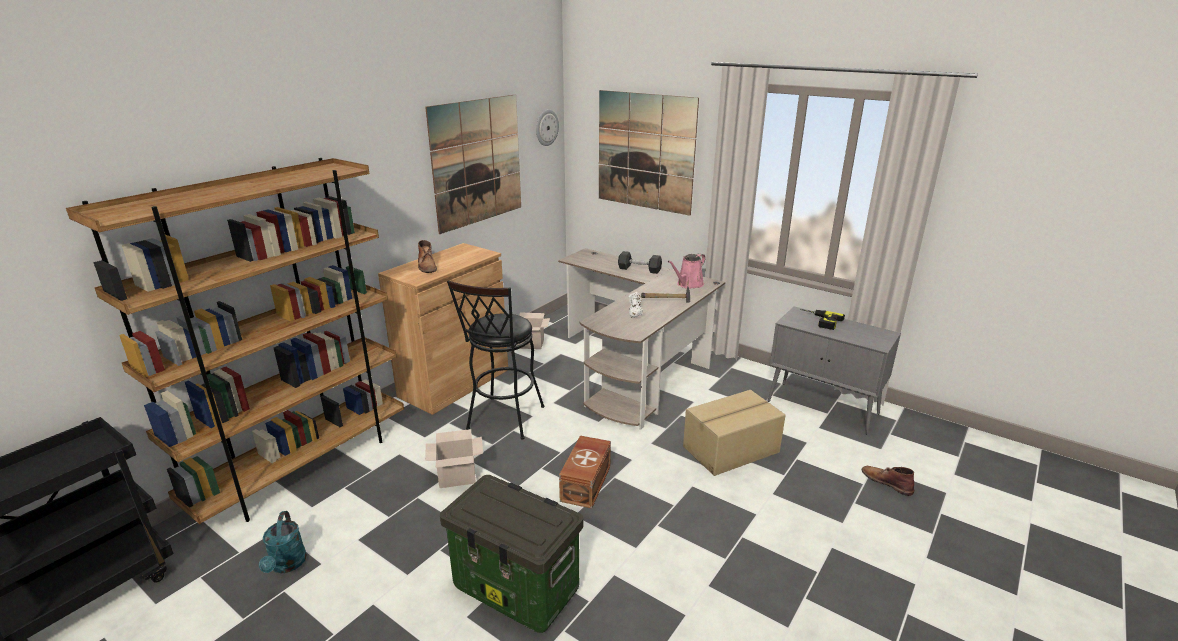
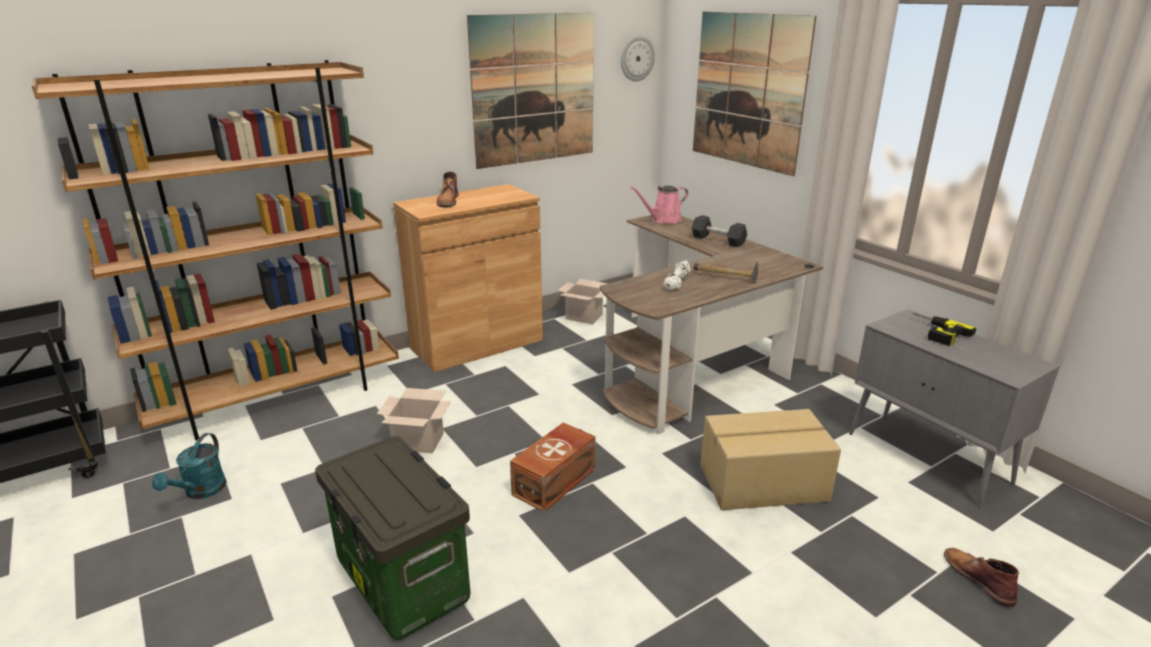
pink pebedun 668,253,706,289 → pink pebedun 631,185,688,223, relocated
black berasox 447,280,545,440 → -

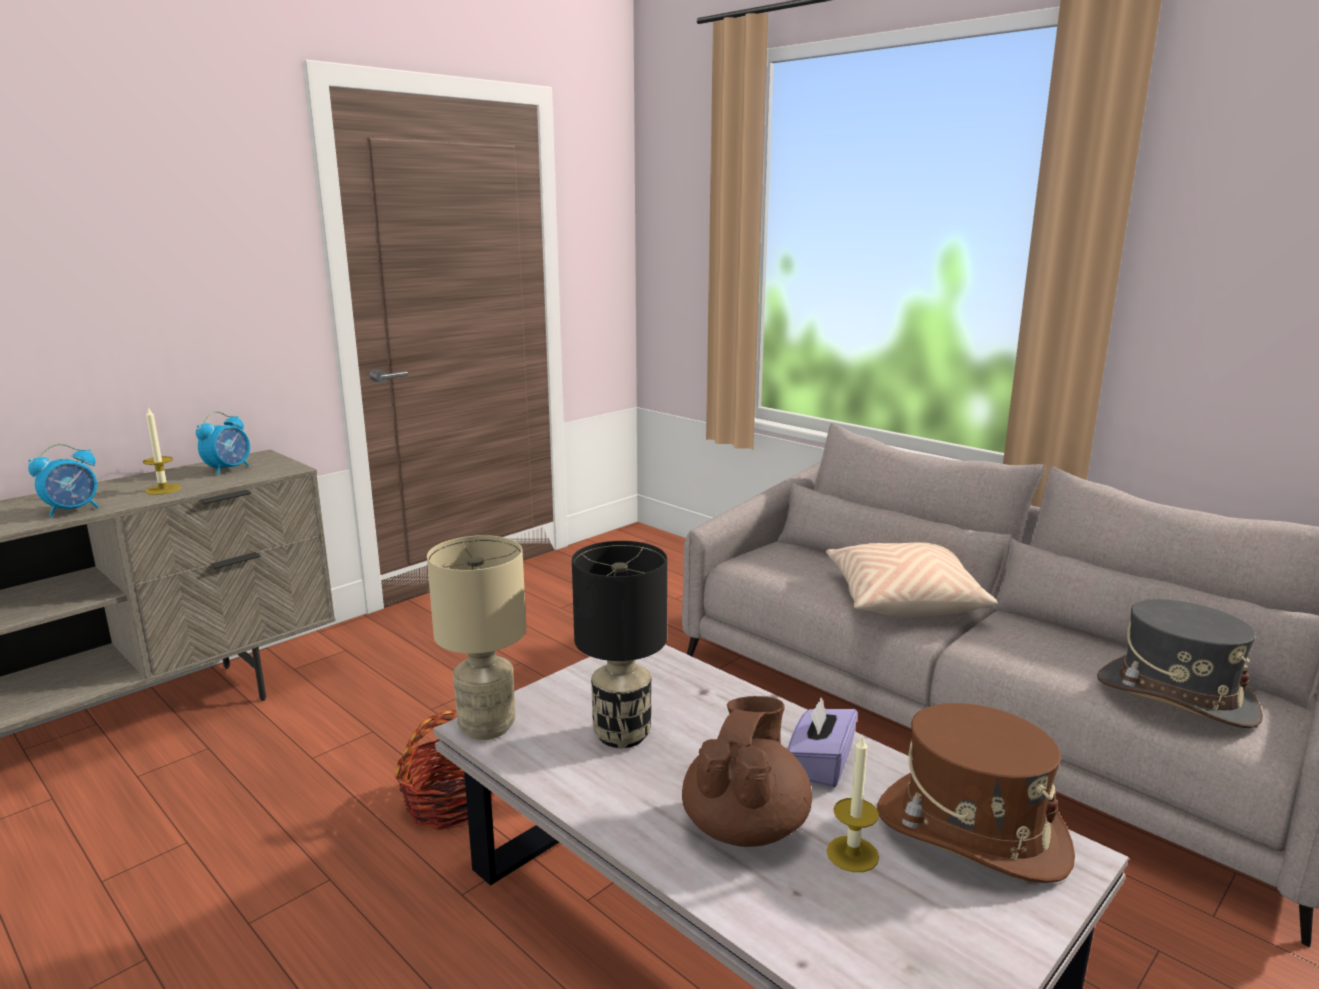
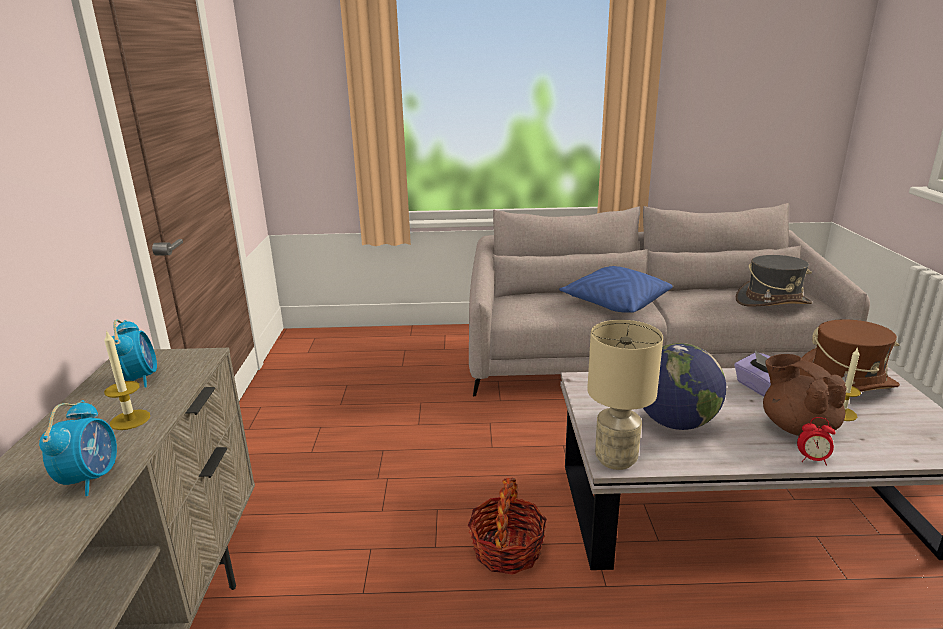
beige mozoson 826,542,998,617 → blue mozoson 559,266,673,313
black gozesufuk 572,541,667,748 → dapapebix 643,343,726,430
- → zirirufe 797,417,836,466

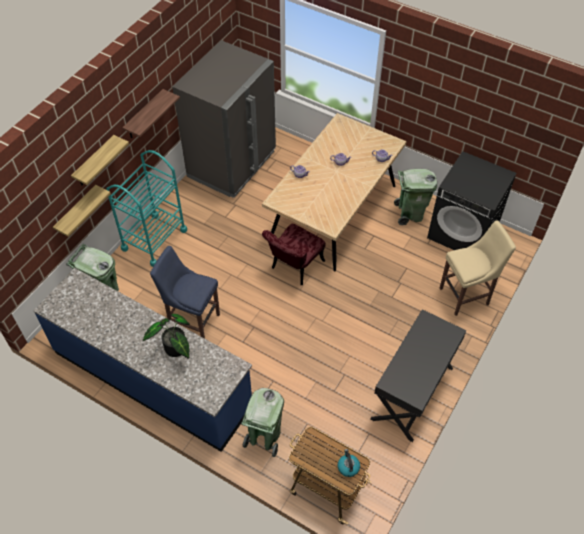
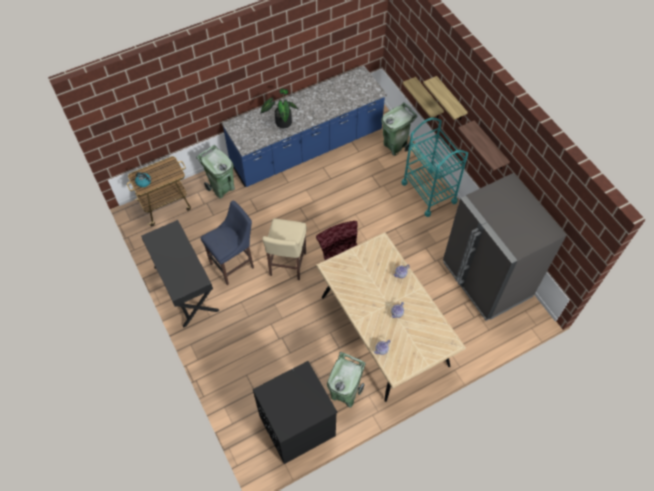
blue berasox 150,246,220,339 → blue berasox 201,201,254,285, relocated
beige berasox 440,221,516,316 → beige berasox 262,218,307,280, relocated

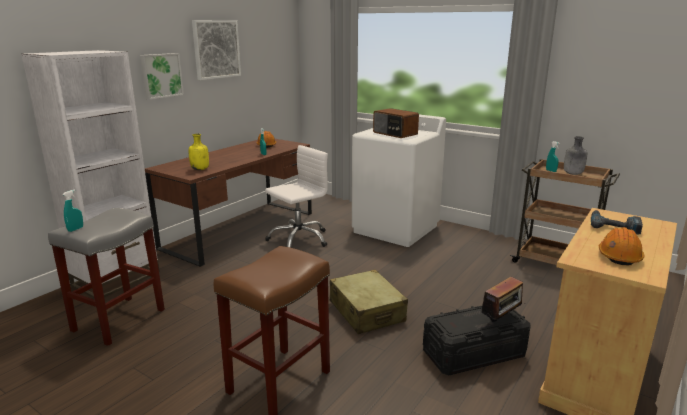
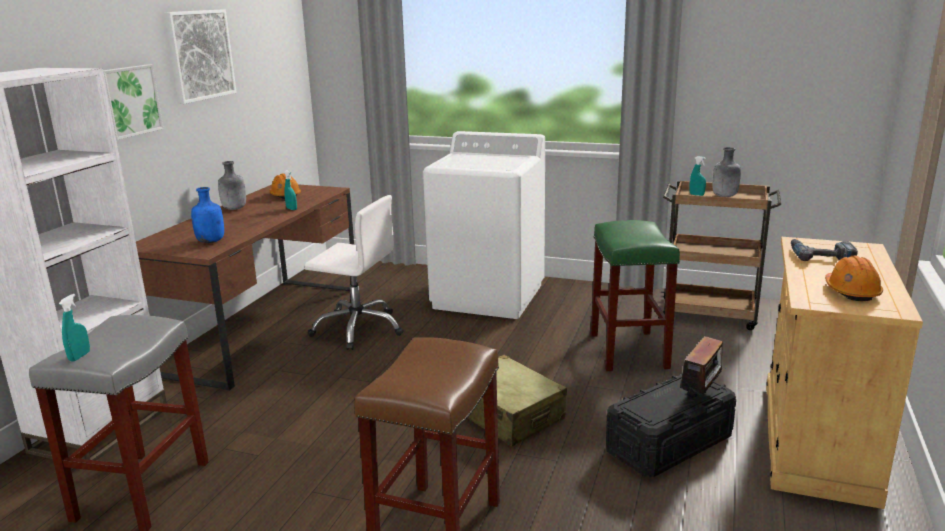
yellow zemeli 188,134,209,170 → blue zemeli 191,187,224,243
- → grey zemeli 218,161,246,210
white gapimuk 265,145,328,248 → white gapimuk 304,195,404,350, 75 degrees clockwise
- → green berasox 591,220,680,371
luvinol 373,108,419,138 → -

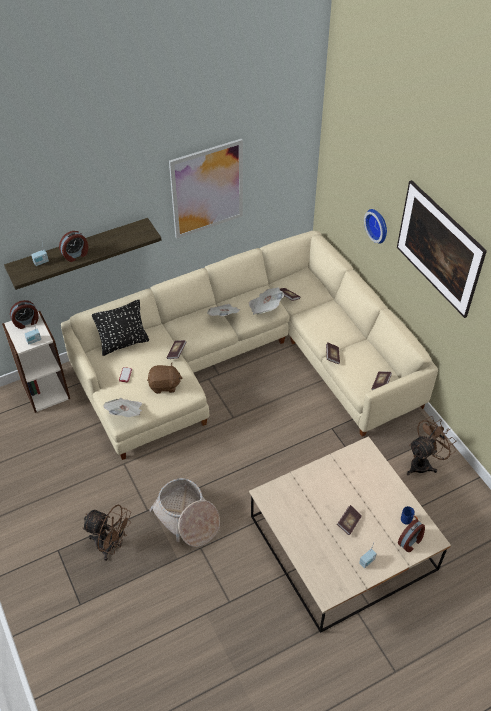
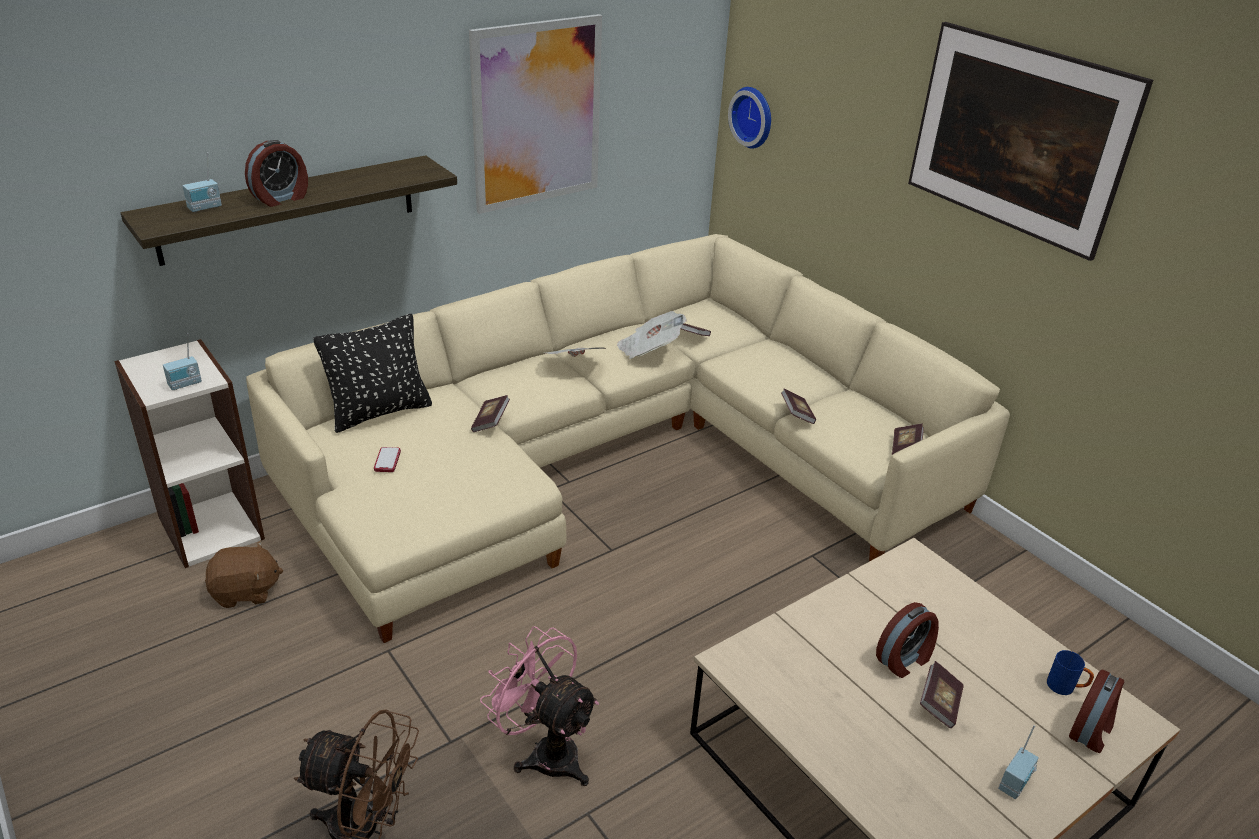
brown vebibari 147,363,183,394 → brown vebibari 205,540,283,608, relocated
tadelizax 149,478,220,547 → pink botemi 480,626,599,786
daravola 364,209,387,244 → daravola 728,87,771,149, relocated
zirirufe 10,300,39,329 → zirirufe 876,602,939,678, relocated
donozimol 104,398,142,417 → -
brown botemi 407,416,456,475 → -

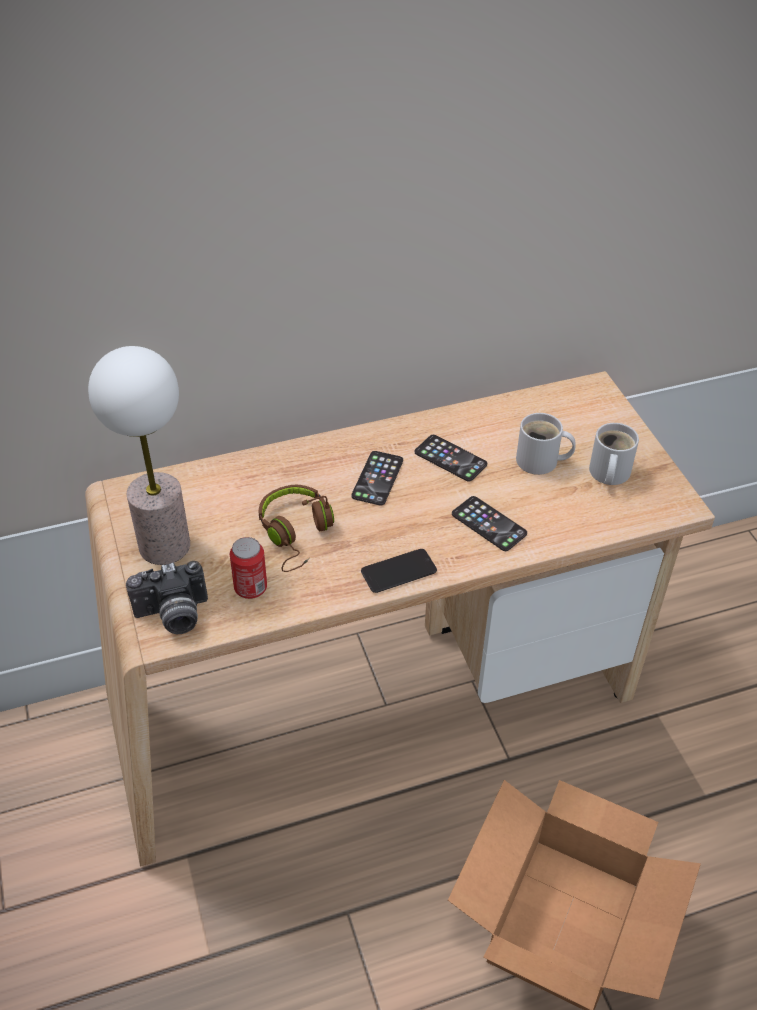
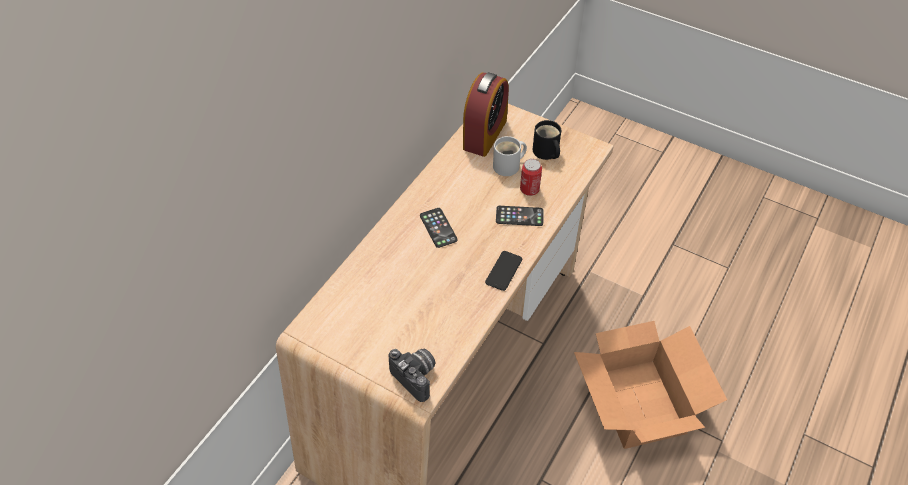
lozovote 126,561,208,634 → lozovote 389,349,436,402, 75 degrees counterclockwise
- → zirirufe 463,72,509,157
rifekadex 230,537,267,599 → rifekadex 520,159,542,196, relocated
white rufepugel 589,423,639,485 → black rufepugel 533,120,561,160
gozesufuk 88,346,190,565 → -
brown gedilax 259,485,334,572 → -
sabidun 415,435,487,482 → -

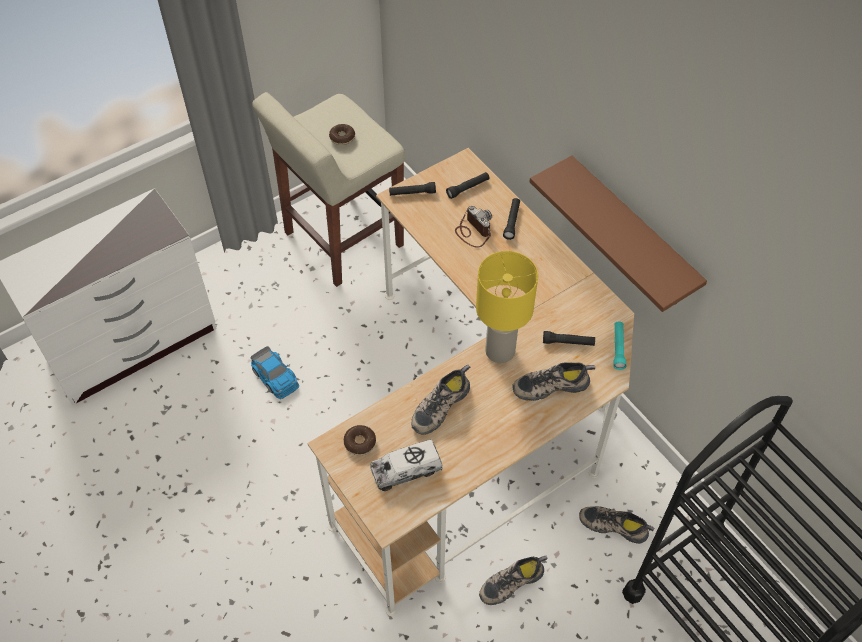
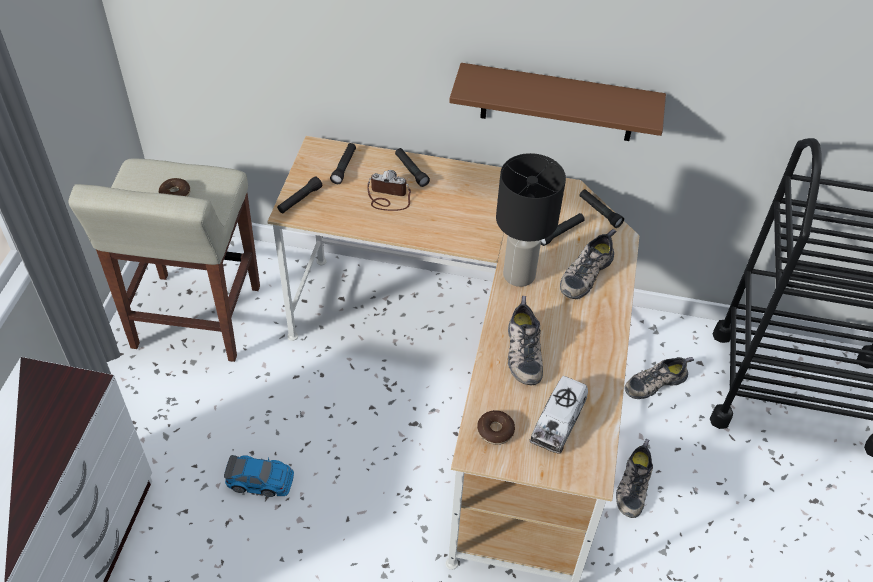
yellow gozesufuk 476,251,538,363 → black gozesufuk 496,153,566,287
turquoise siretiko 613,321,626,370 → black siretiko 580,189,624,228

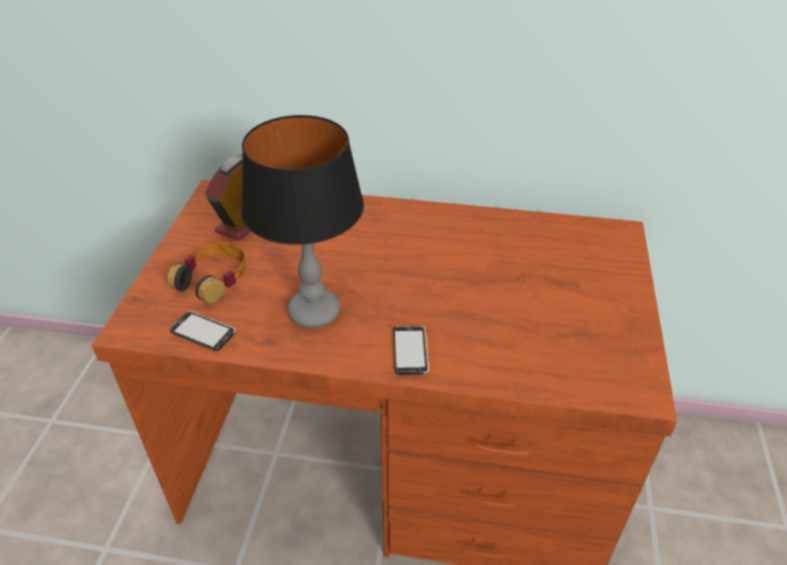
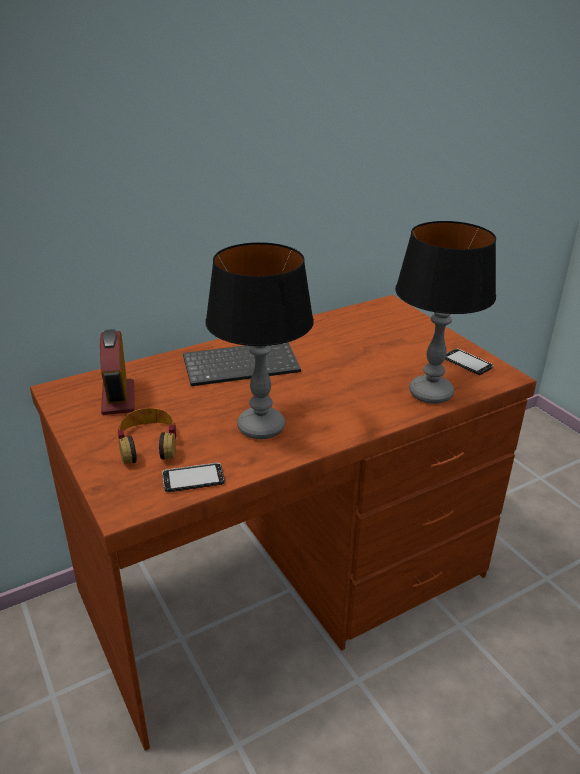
- → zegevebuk 183,342,301,386
- → gozesufuk 395,221,496,404
sabidun 393,326,429,375 → sabidun 445,349,494,375, relocated

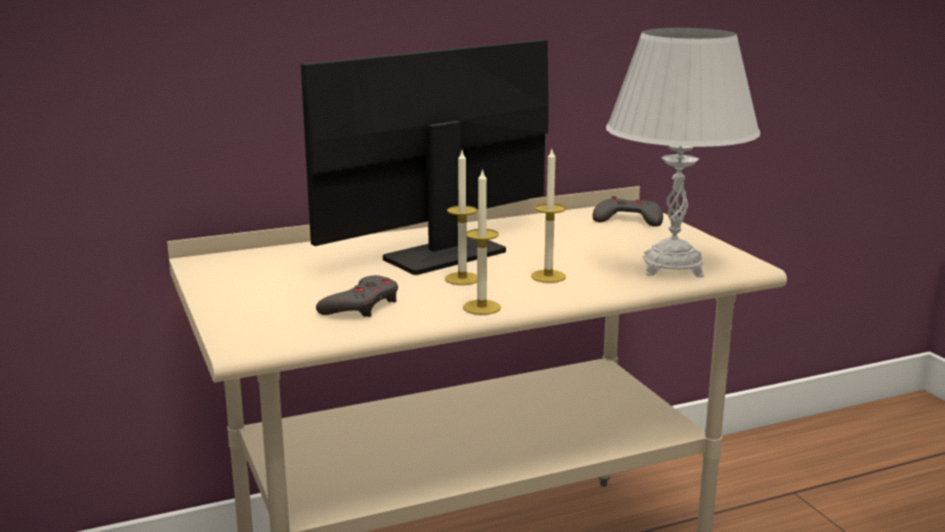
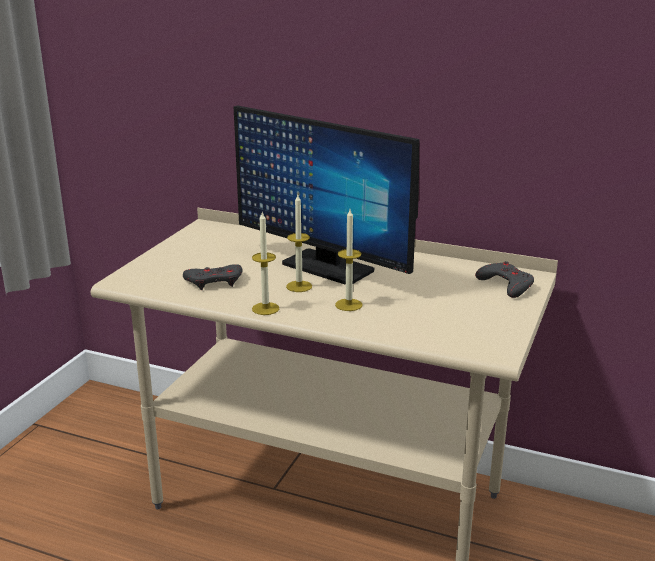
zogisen 301,40,549,275 → zogisen 234,106,419,285, 150 degrees counterclockwise
white gozesufuk 606,28,760,277 → -

